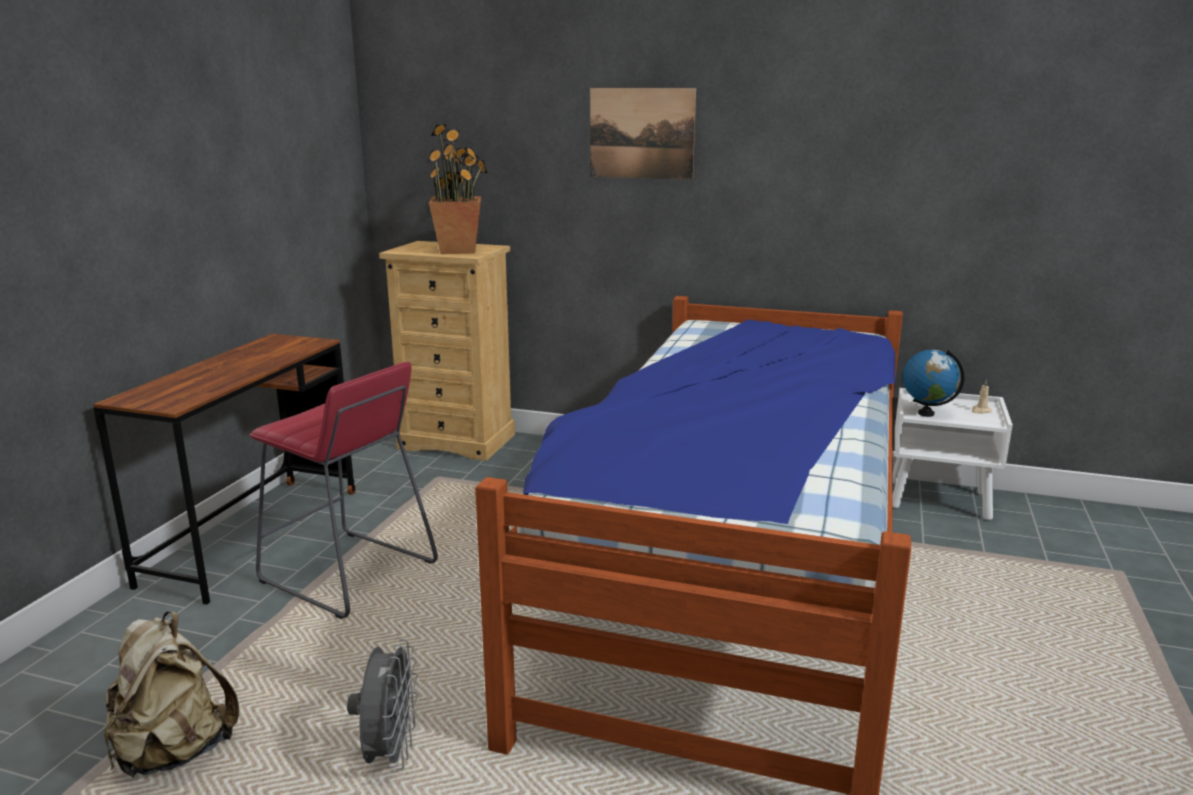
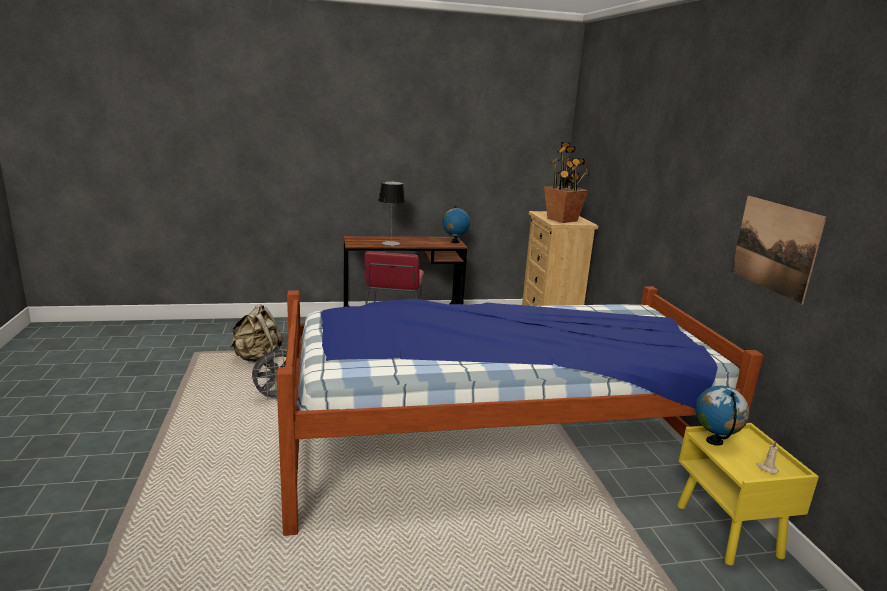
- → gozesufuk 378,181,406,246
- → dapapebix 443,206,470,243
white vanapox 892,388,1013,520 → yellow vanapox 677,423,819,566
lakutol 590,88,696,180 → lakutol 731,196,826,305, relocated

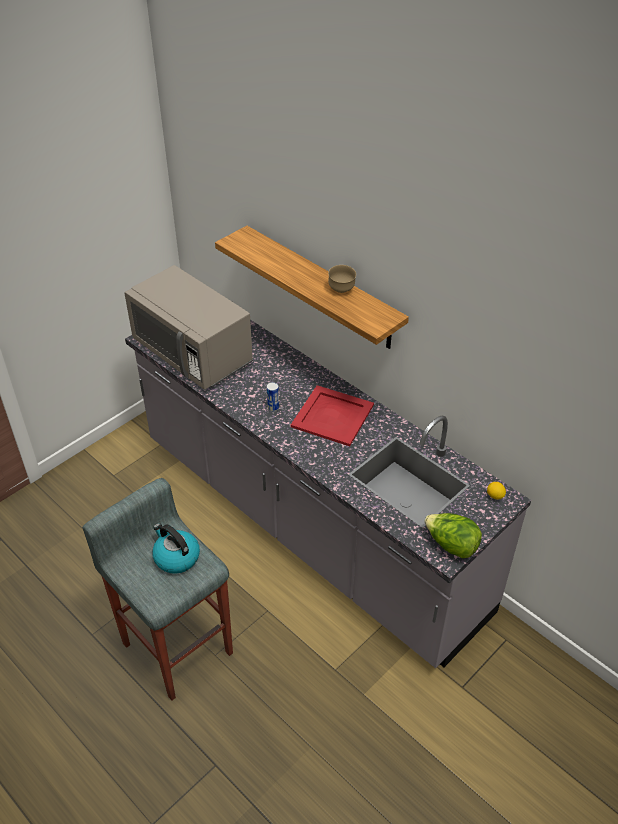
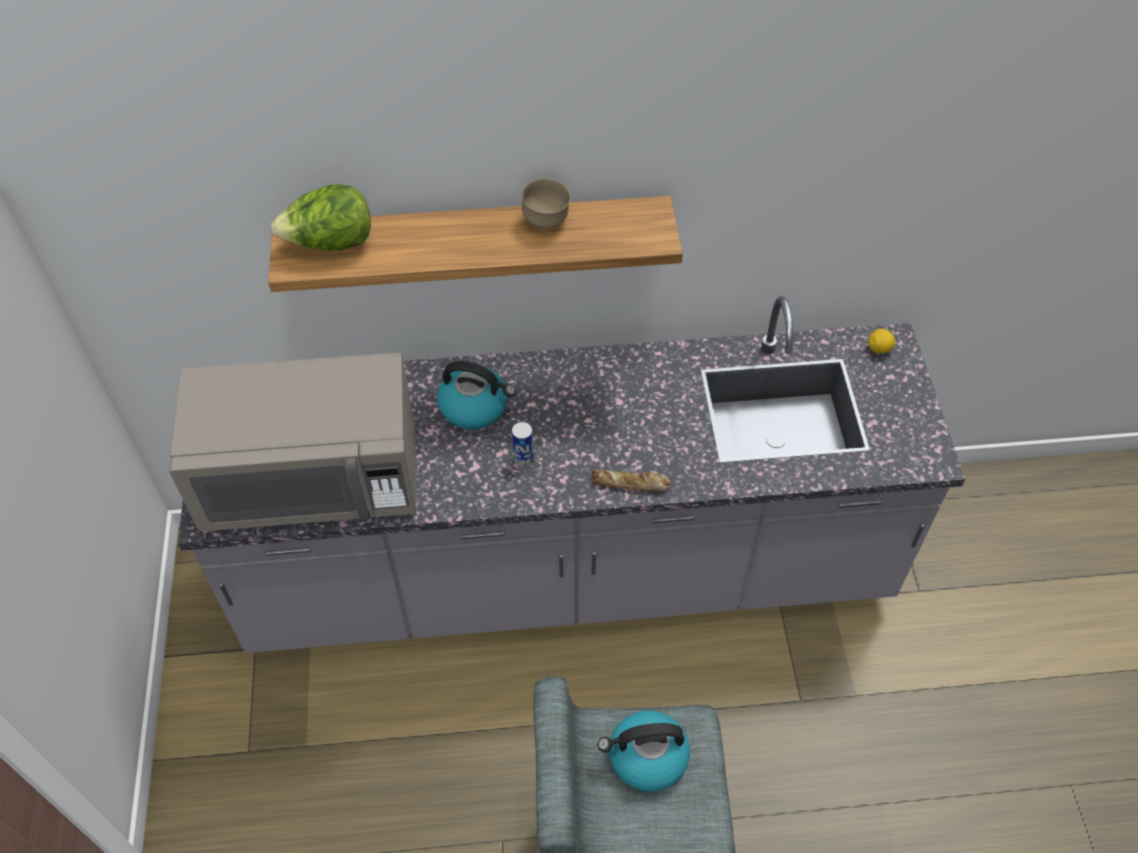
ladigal 425,513,482,559 → ladigal 271,184,371,251, relocated
- → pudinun 437,361,516,430
- → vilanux 591,469,671,492
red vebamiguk 290,385,374,446 → -

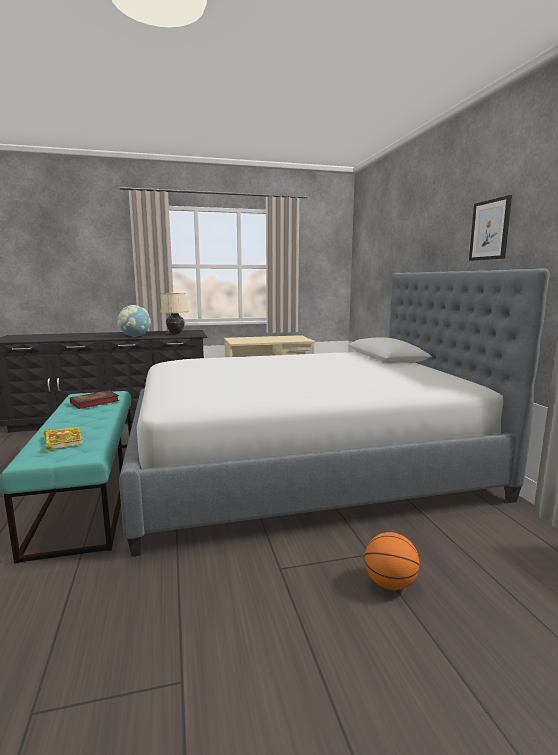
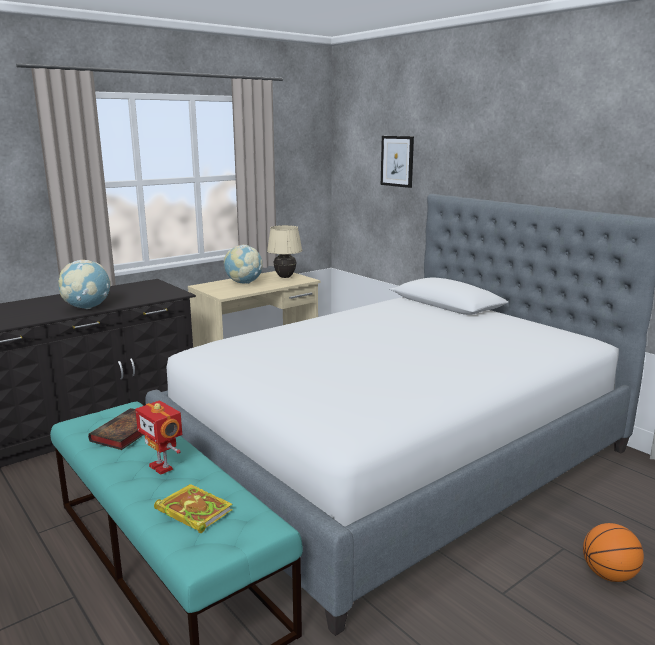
- → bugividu 135,400,182,475
- → dapapebix 224,245,263,284
beige gozesufuk 160,293,189,334 → beige gozesufuk 267,225,302,278, relocated
lakutol 469,195,512,261 → lakutol 381,136,414,188, relocated

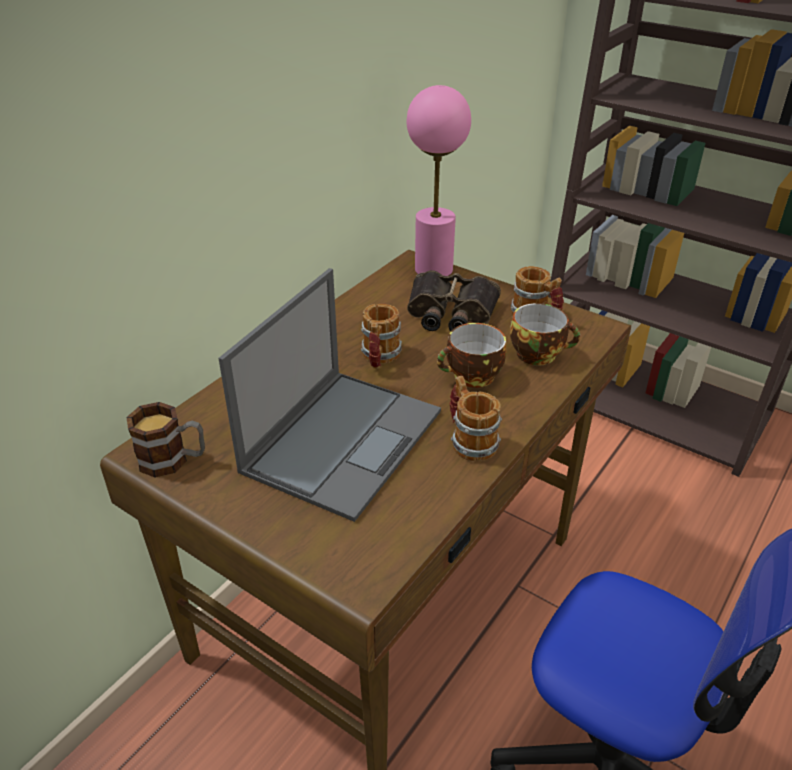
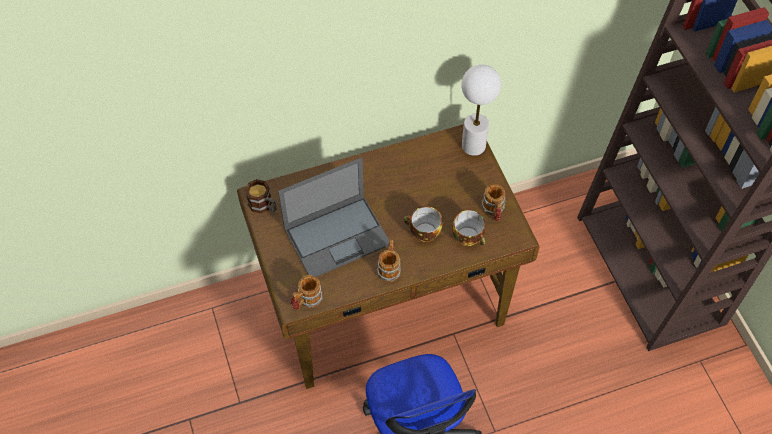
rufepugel 361,304,402,369 → rufepugel 291,275,323,310, relocated
pink gozesufuk 407,85,471,276 → white gozesufuk 461,64,501,156
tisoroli 407,270,501,331 → -

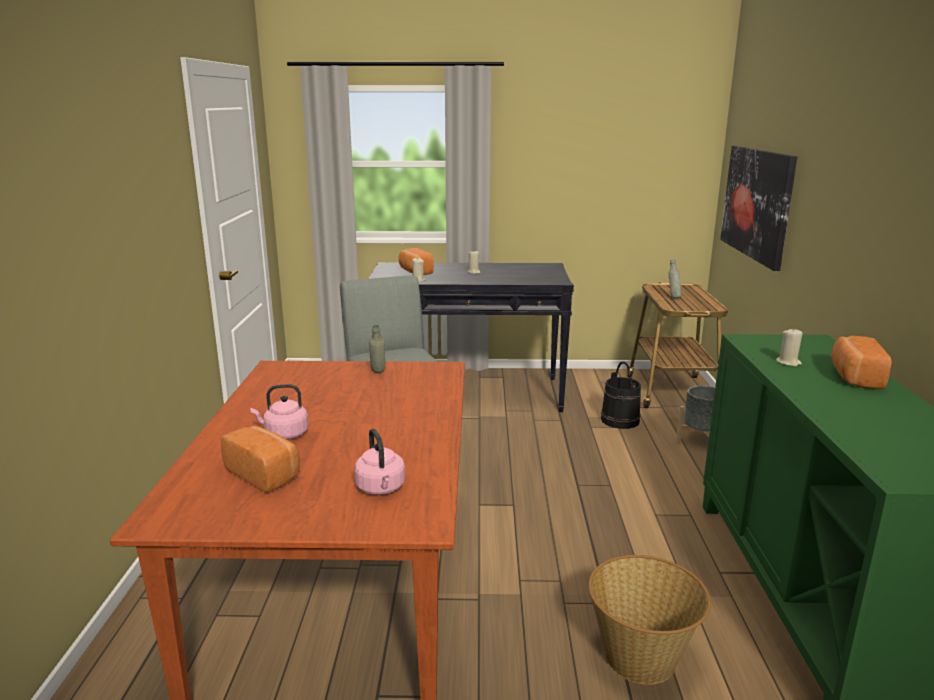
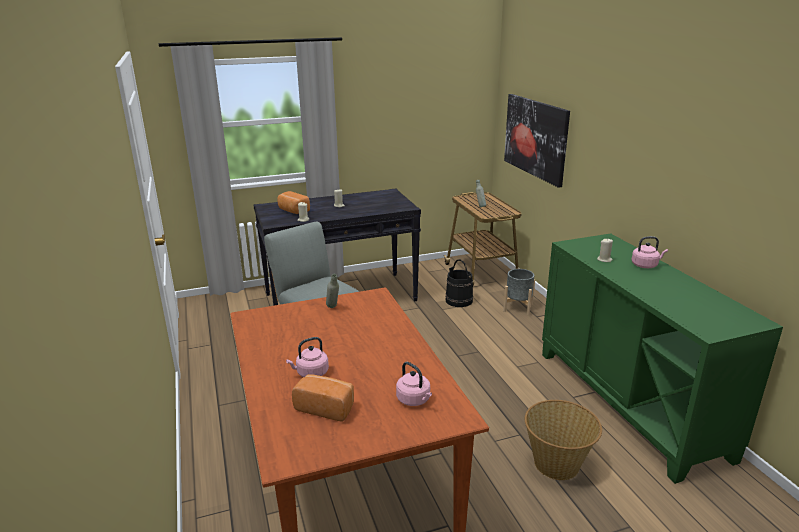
vilanux 831,336,892,389 → pink pudinun 632,236,668,268

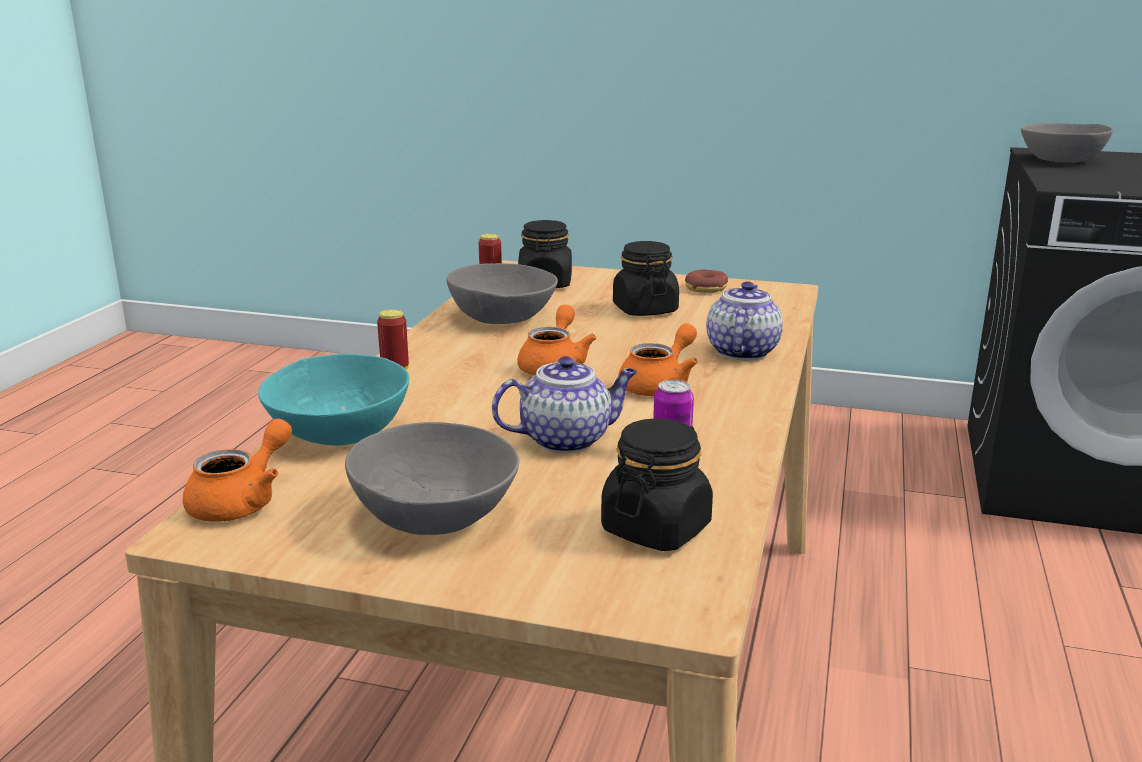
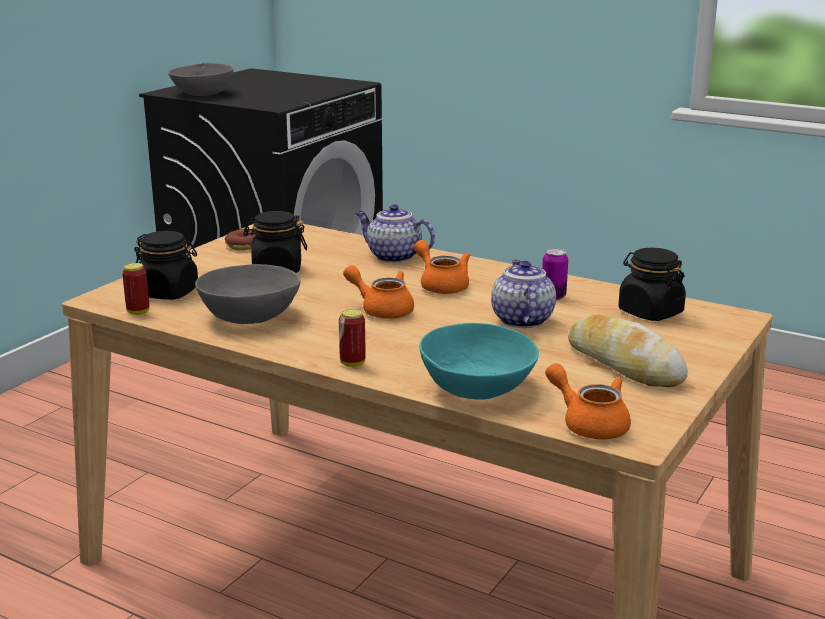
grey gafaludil 345,422,519,535 → vilanux 568,314,688,387

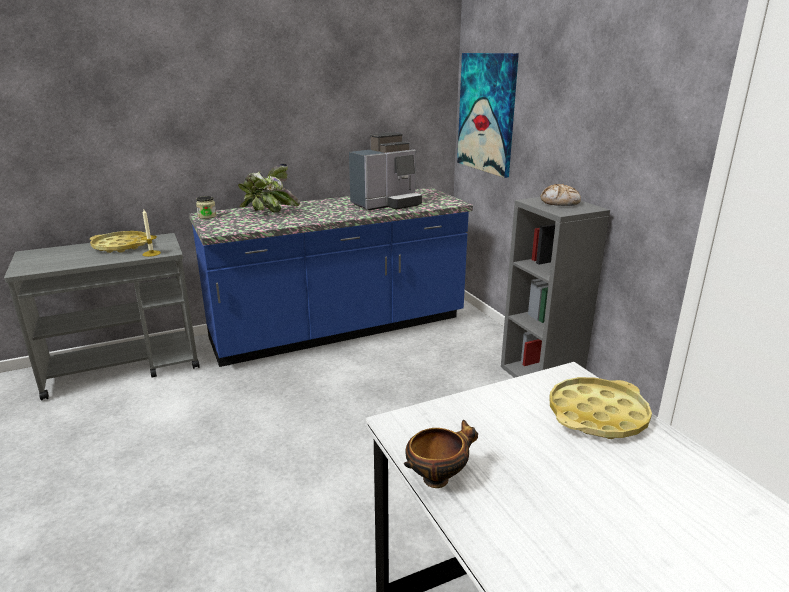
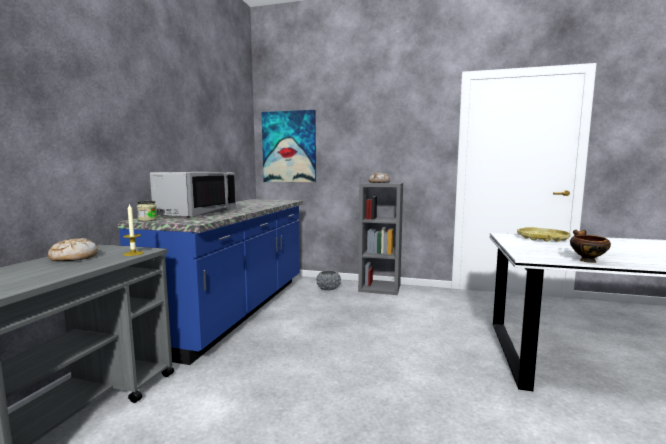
yellow vebamiguk 90,231,147,253 → vilanux 48,238,98,261
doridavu 238,164,300,213 → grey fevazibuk 150,172,236,217
- → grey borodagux 316,270,341,290
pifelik 349,132,422,210 → -

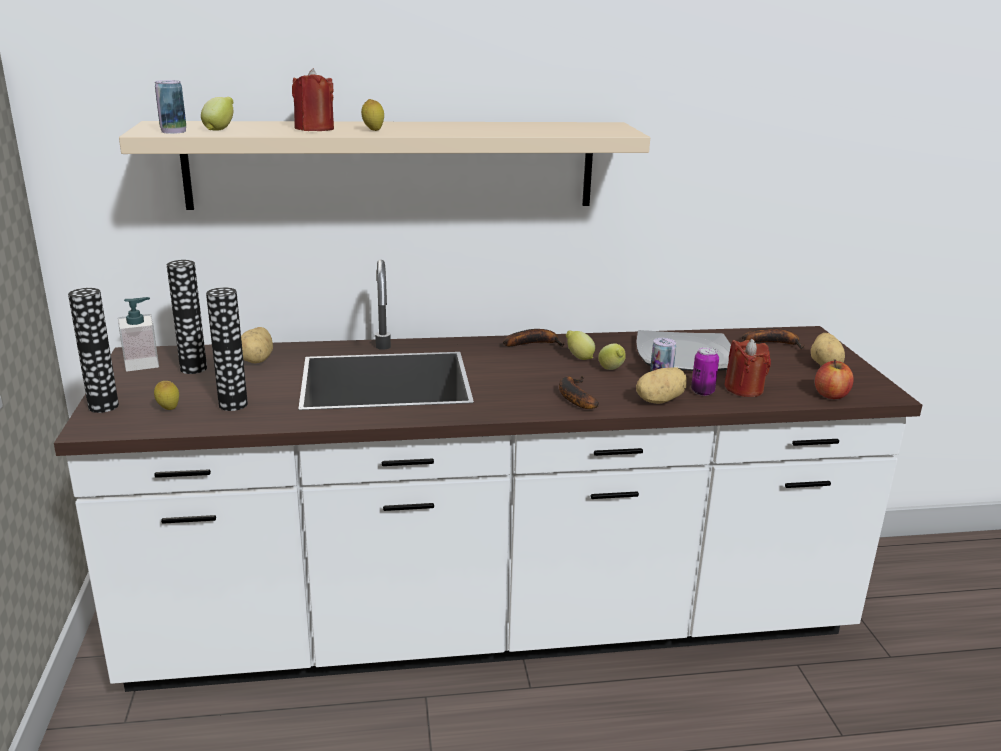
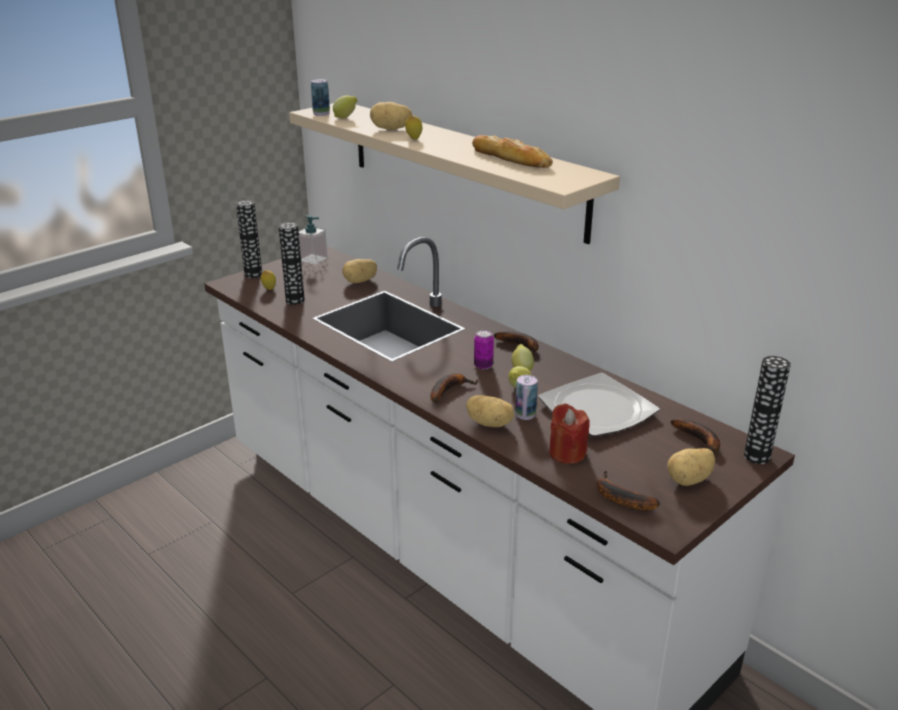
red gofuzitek 292,68,334,131 → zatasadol 370,102,412,130
- → vilanux 472,135,553,168
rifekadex 691,347,719,396 → rifekadex 474,330,494,370, relocated
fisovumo 815,359,854,399 → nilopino 596,471,660,511
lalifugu 167,260,207,374 → lalifugu 744,356,791,464, relocated

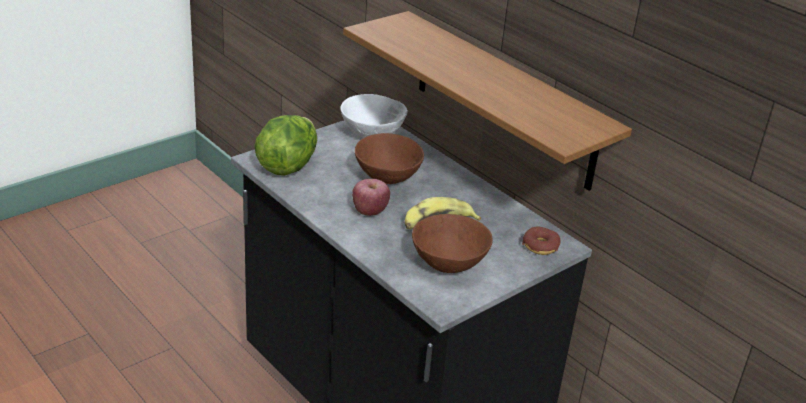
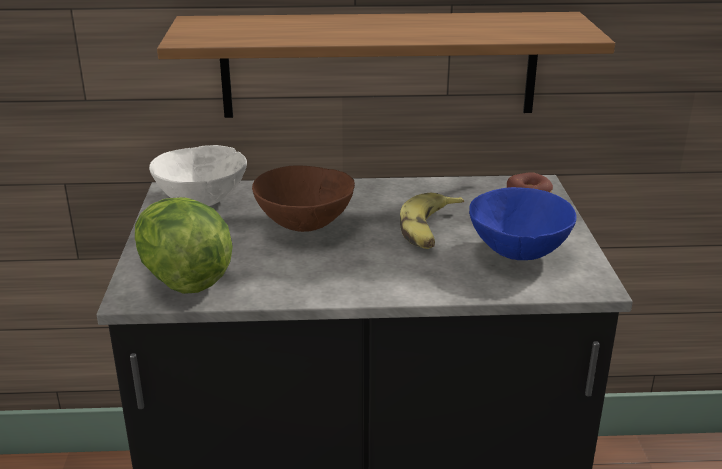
brown gafaludil 412,214,493,273 → blue gafaludil 469,187,577,260
fisovumo 352,179,390,216 → -

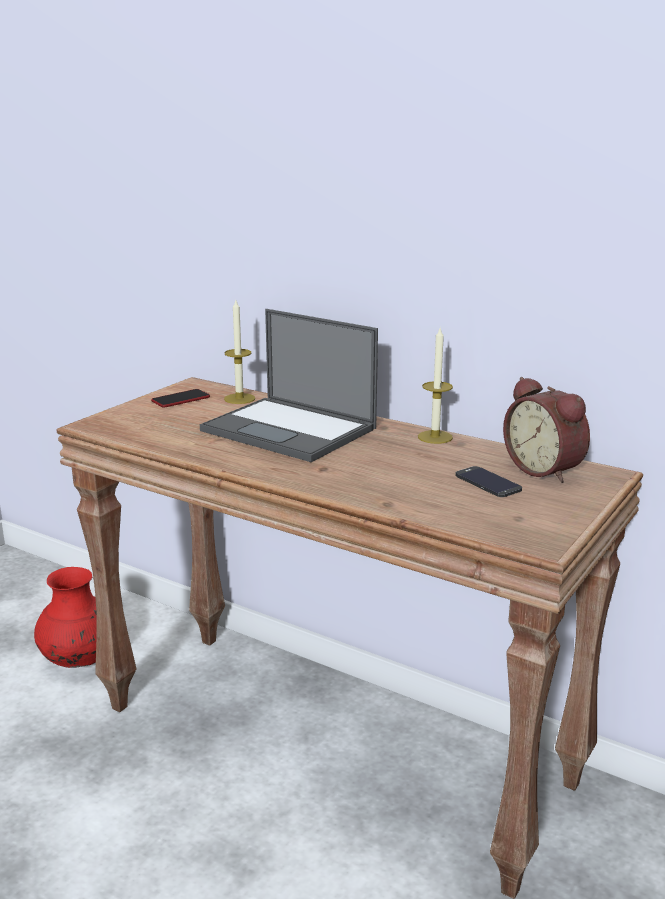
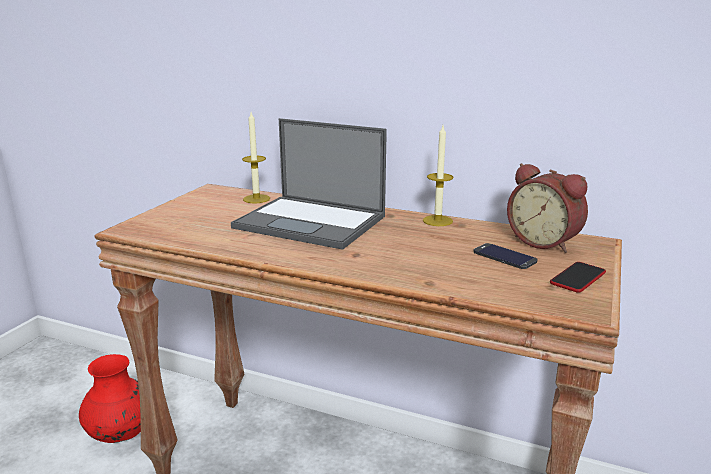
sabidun 151,389,210,407 → sabidun 550,262,606,293, relocated

